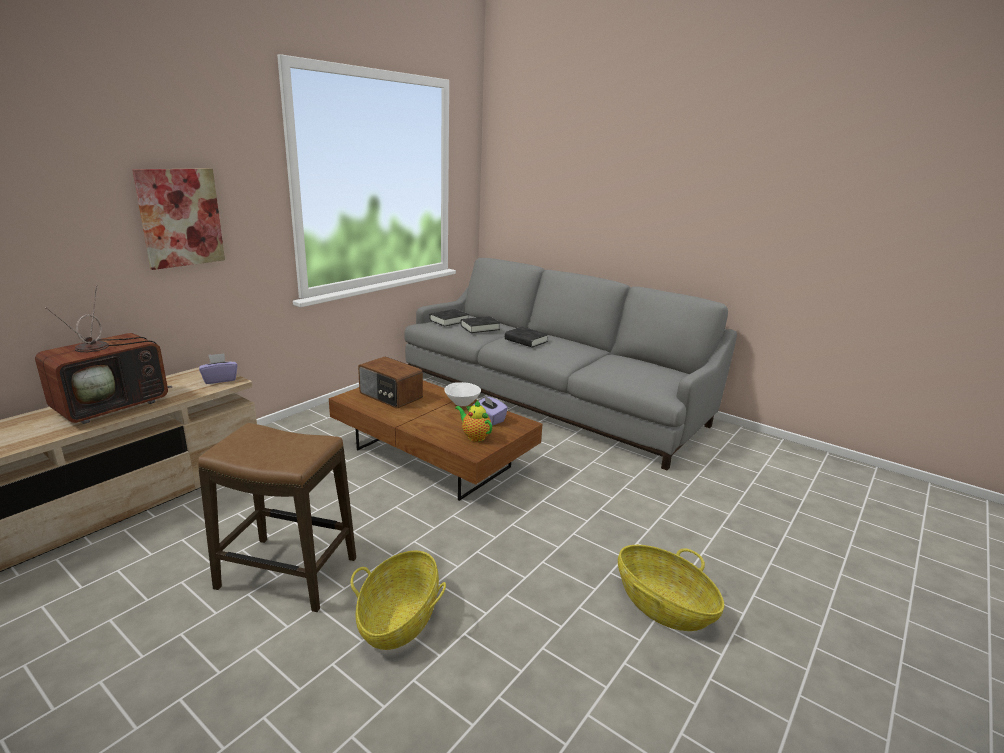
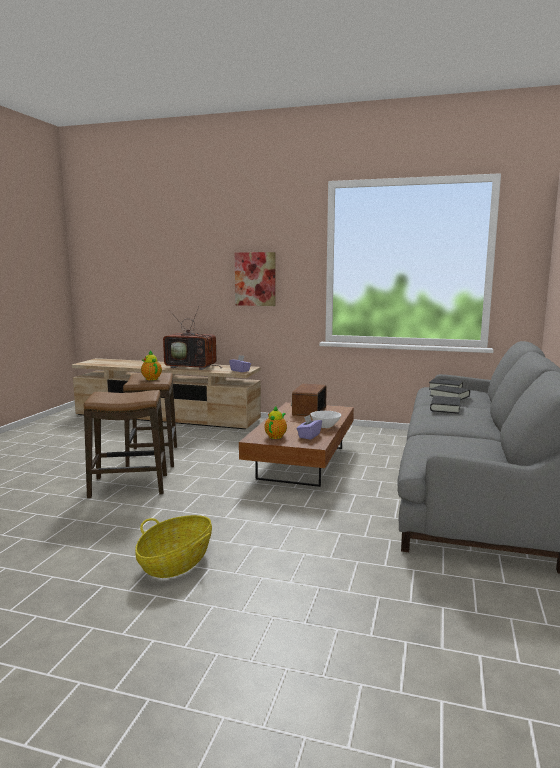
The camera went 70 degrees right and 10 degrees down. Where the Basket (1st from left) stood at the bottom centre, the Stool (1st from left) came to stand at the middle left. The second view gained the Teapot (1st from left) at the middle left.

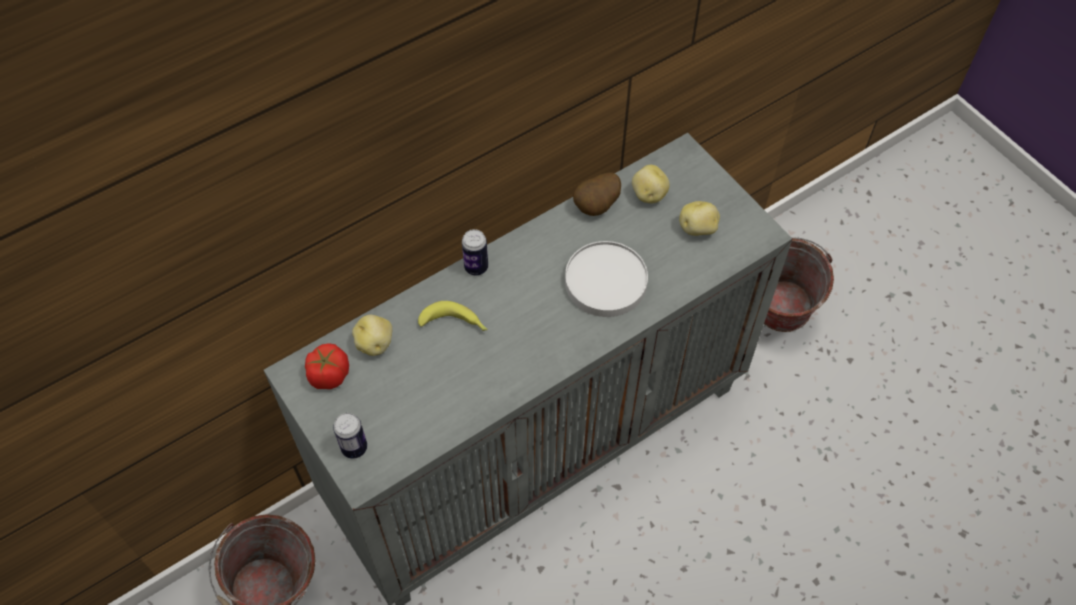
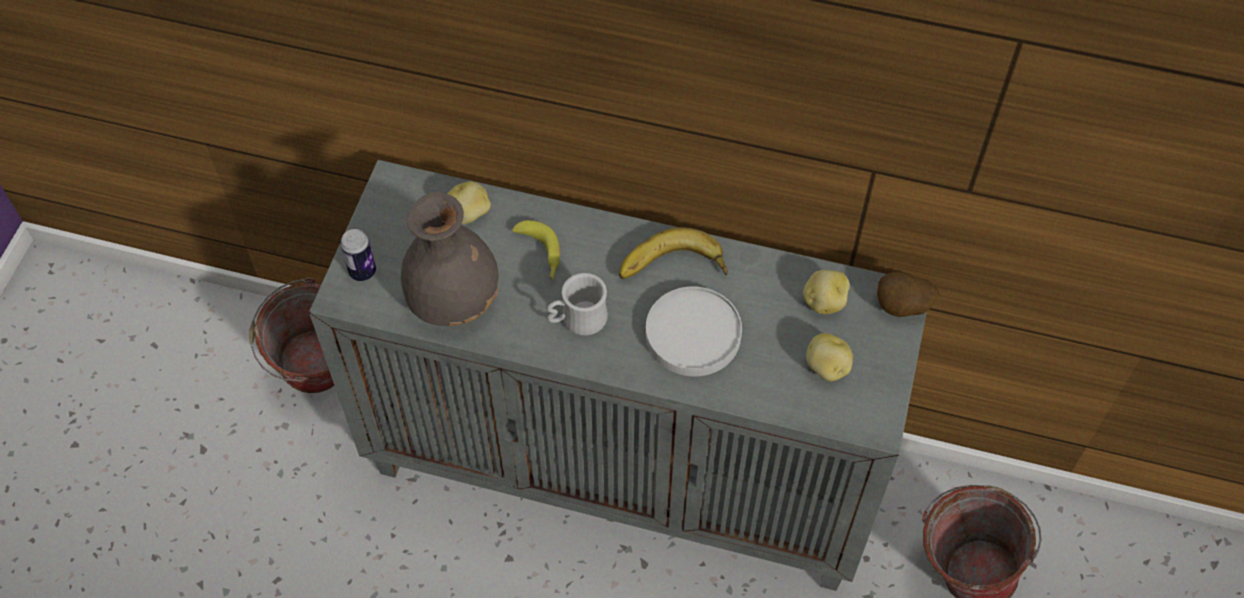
The camera went 50 degrees right and 0 degrees up. The second view lost the Tomato at the middle left. The second view lost the Can (2nd from left) at the centre. The Potato (2nd from left in the first image) ended up elsewhere, having gone from the top centre to the middle right. The second view gained the GreyVase at the centre. The second view gained the WhiteMug at the centre. The second view gained the Banana (2nd from left) at the centre.

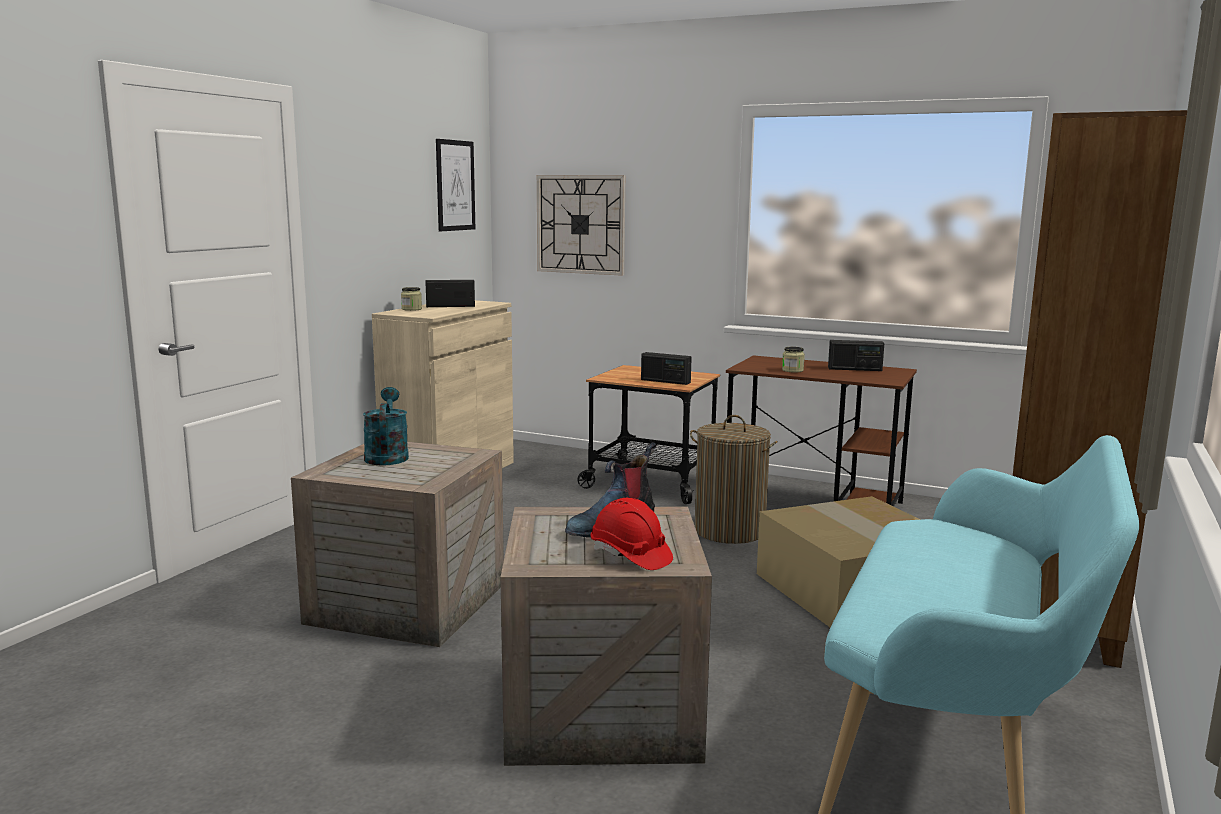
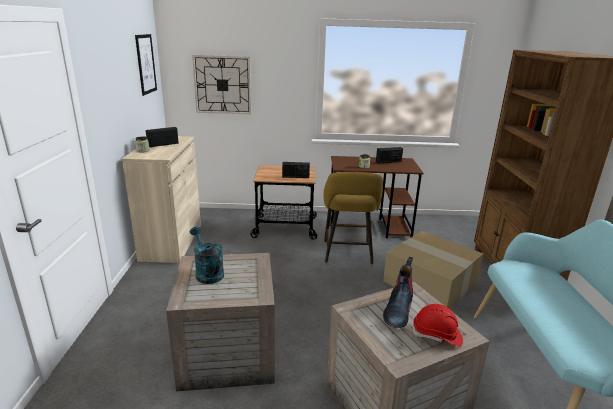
The camera went 25 degrees left and 10 degrees up. Where the LaundryBasket stood at the centre, the YellowStool came to stand at the centre.

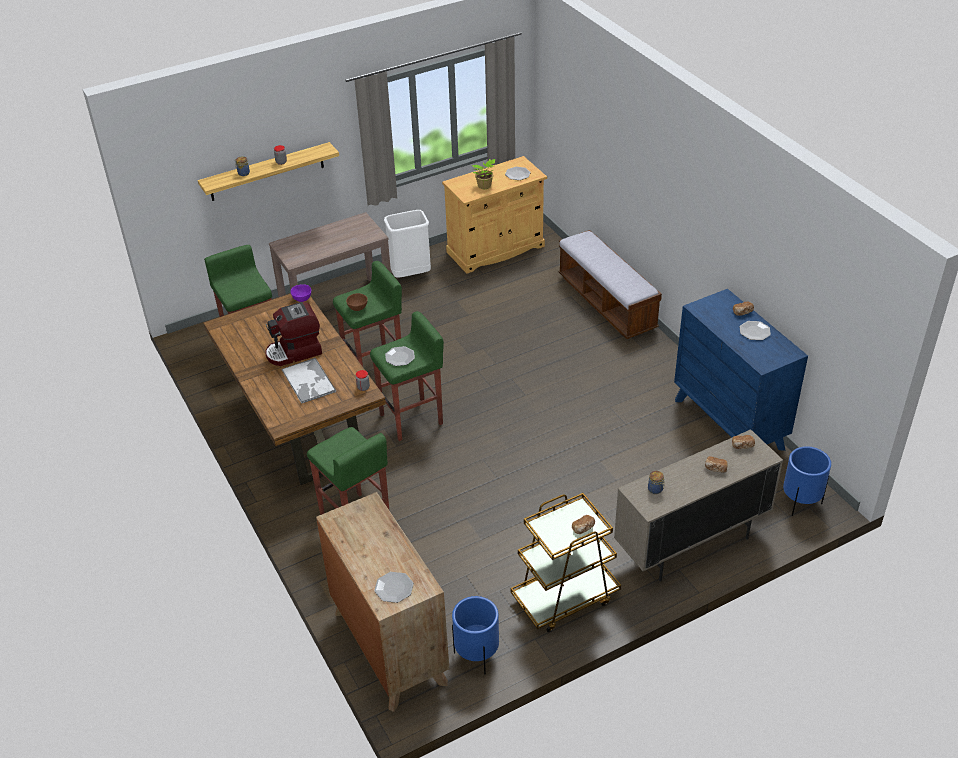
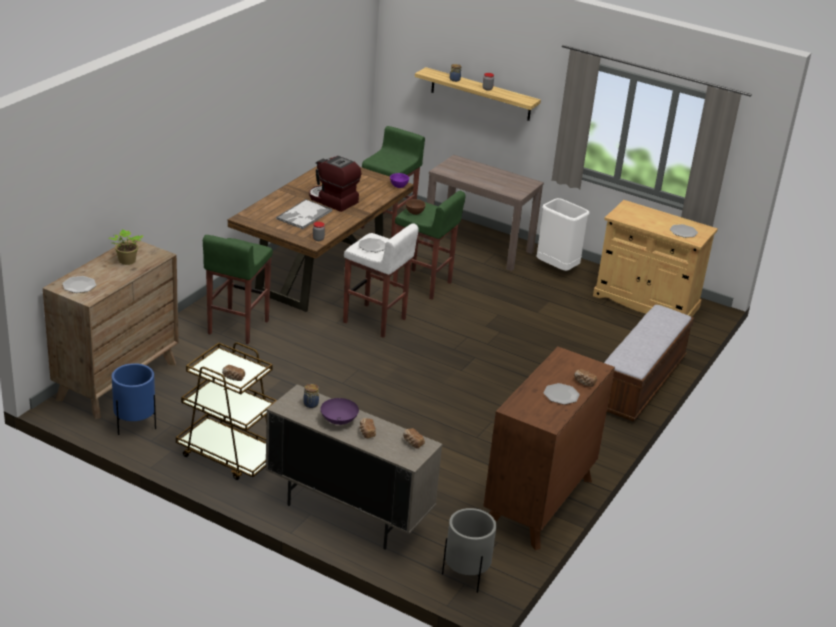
The camera went 55 degrees right and 10 degrees down. What was the GreenStool (4th from left) at the centre turned into the WhiteStool at the centre. The PottedPlant ended up elsewhere, having gone from the top centre to the middle left. What was the BlueDresser at the middle right turned into the BrownDresser (2nd from left) at the bottom centre. What was the BluePlanter (2nd from left) at the middle right turned into the GreyPlanter at the bottom centre. The second view gained the PurpleBowl (1st from left) at the centre.

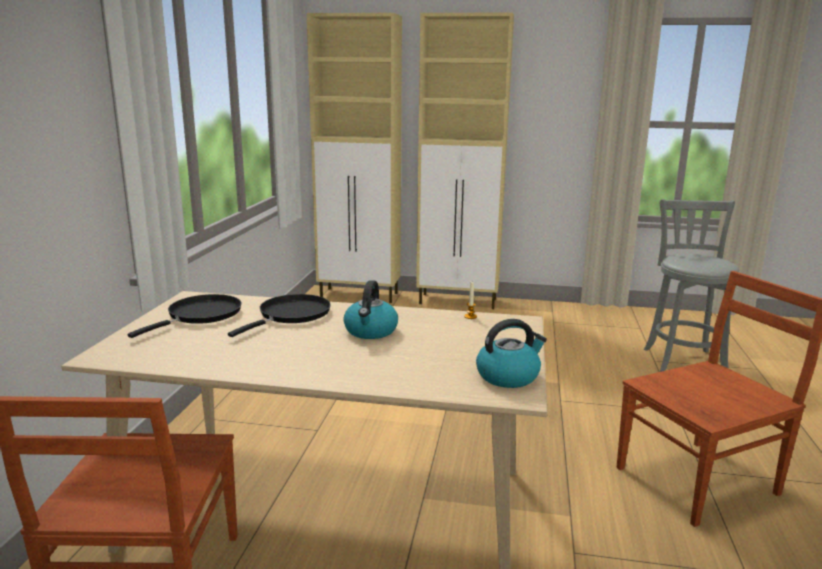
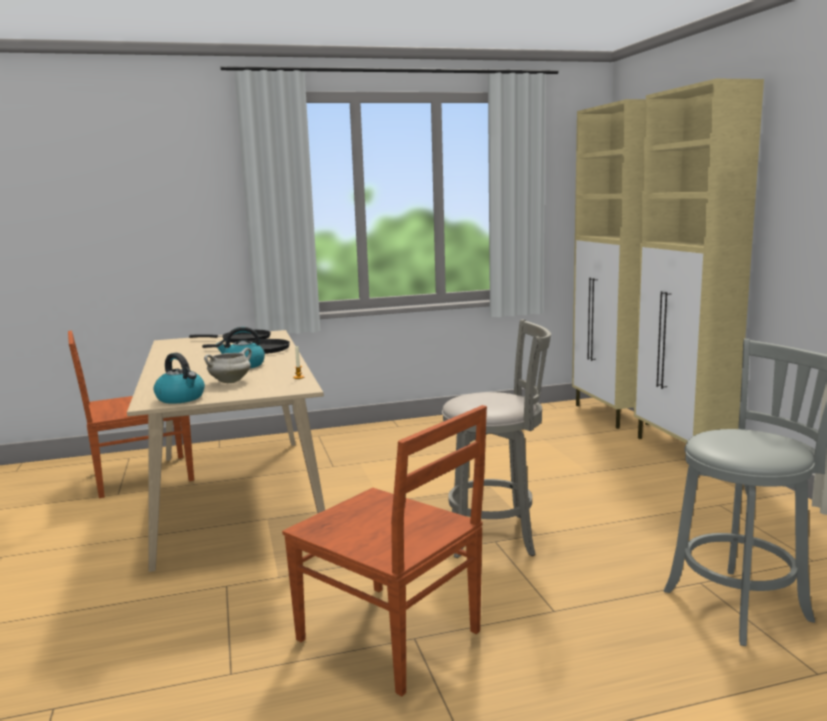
The camera went 65 degrees right and 5 degrees down. The second view gained the WhiteCookingPot at the middle left. The second view gained the GreyStool (1st from left) at the centre.

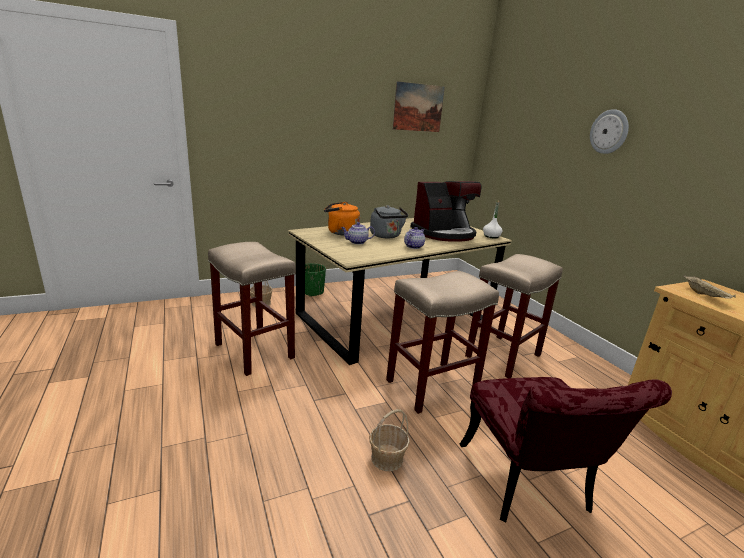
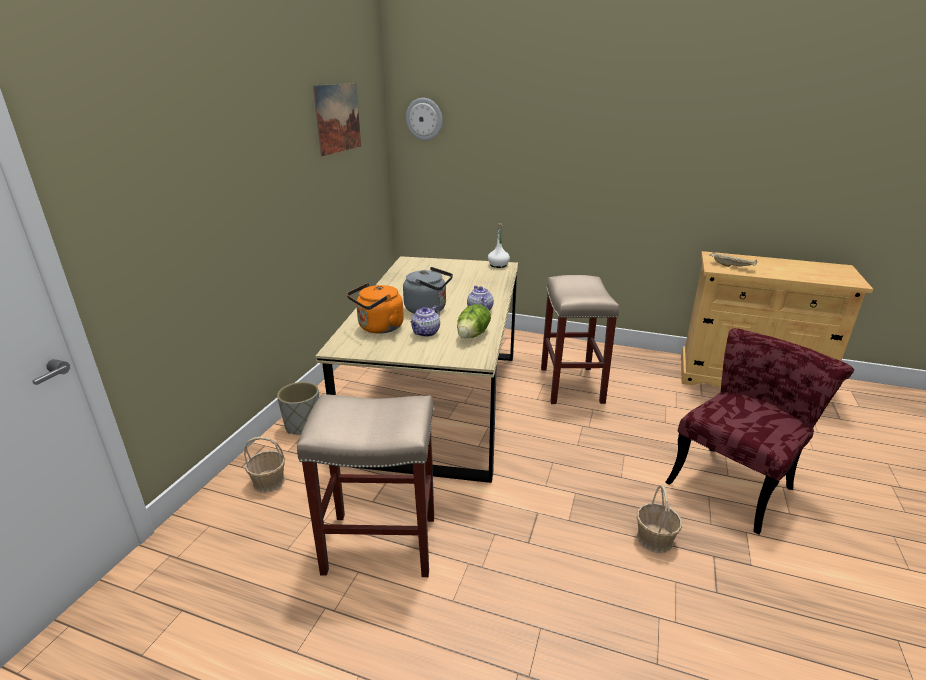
The camera went 45 degrees left and 5 degrees up. What was the GreenPlanter at the centre turned into the GreyPlanter at the middle left. The second view lost the BeigeStool (2nd from left) at the centre. The second view lost the CoffeeMachine at the centre. The RedChair at the bottom right ended up facing another way, 75 degrees counterclockwise from before. The WallClock ended up elsewhere, having gone from the top right to the top centre. The second view gained the Lettuce at the centre.

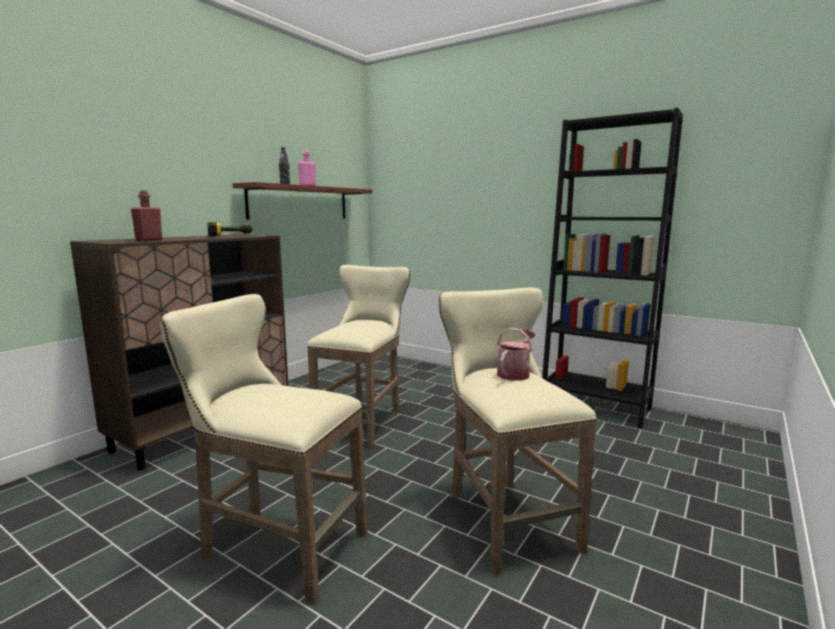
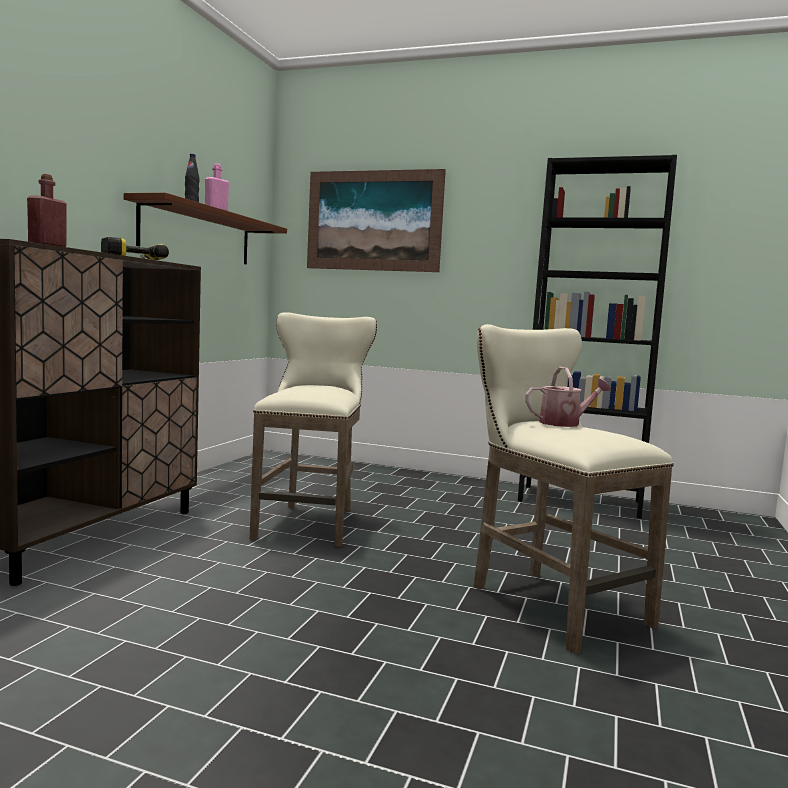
The camera went 15 degrees left and 5 degrees down. The second view lost the BeigeStool (1st from left) at the bottom left. The WateringCan at the centre ended up facing another way, 60 degrees clockwise from before. The second view gained the Picture at the top centre.

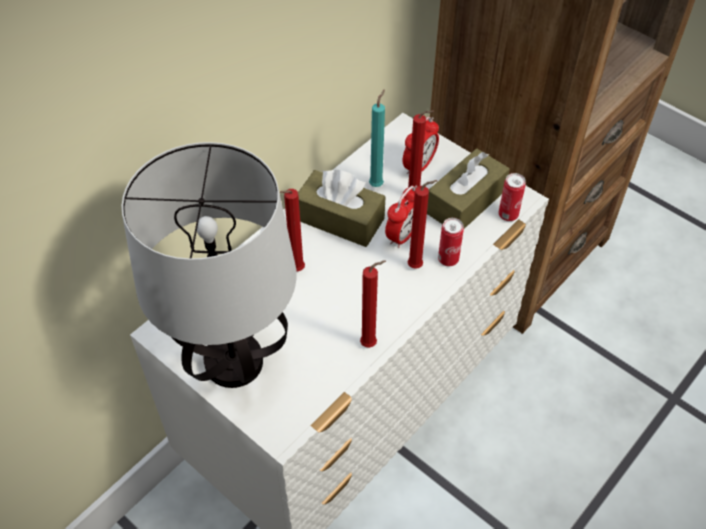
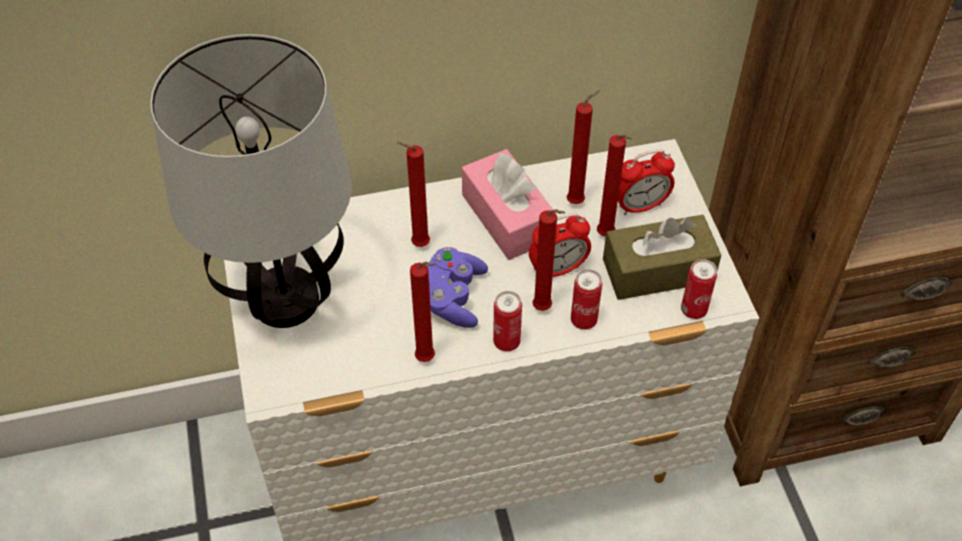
The camera went 35 degrees right and 0 degrees up. What was the BrownTissueBox (1st from left) at the centre turned into the PinkTissueBox at the centre. What was the TurquoiseCandle at the top centre turned into the RedCandle (4th from left) at the top centre. The second view gained the PurpleGameController at the centre. The second view gained the Can (1st from left) at the centre.

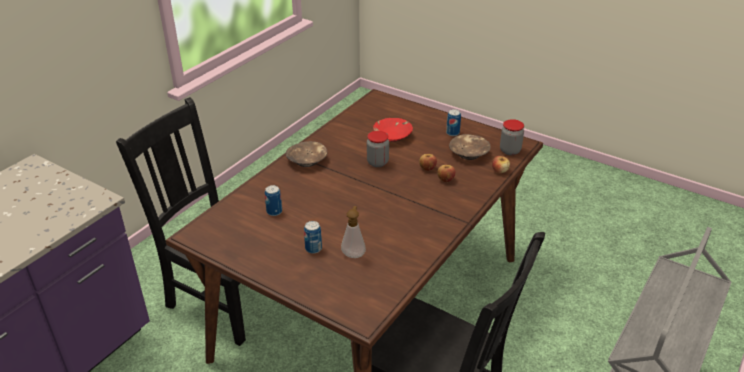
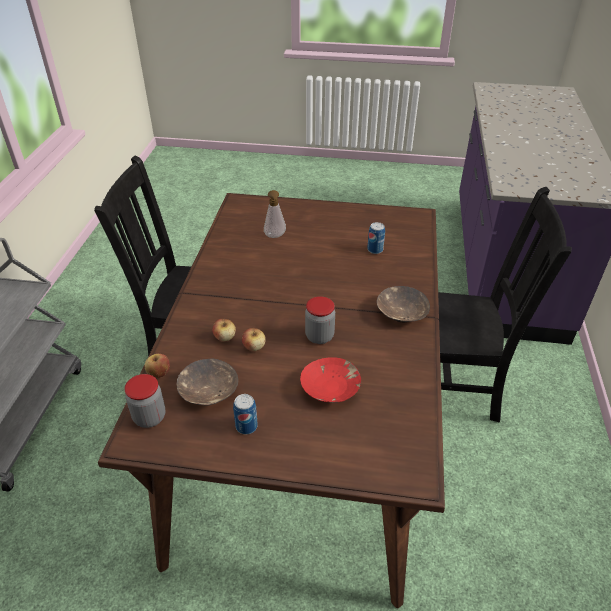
The camera went 155 degrees right and 5 degrees up. The second view lost the Can (2nd from left) at the centre.

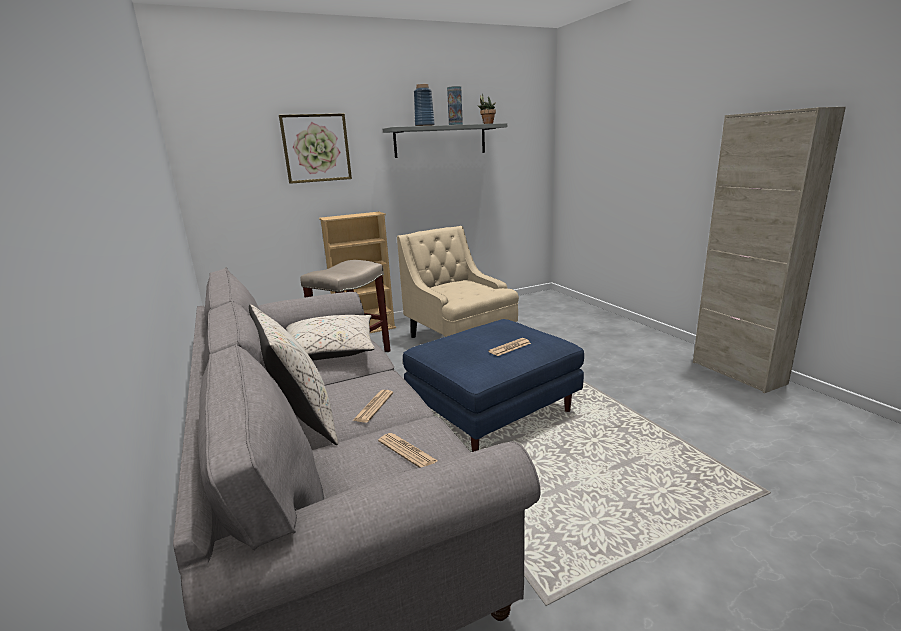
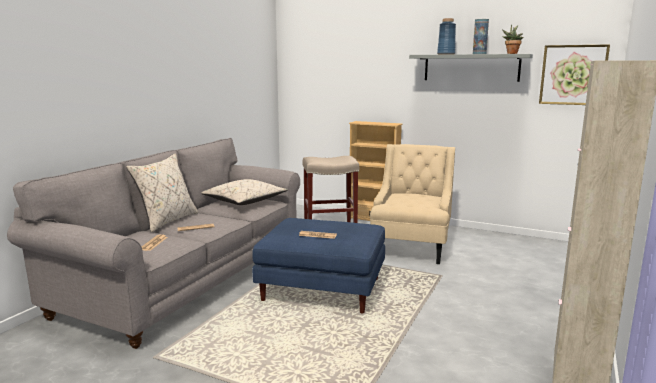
The camera went 50 degrees right and 5 degrees down. The Picture ended up elsewhere, having gone from the top centre to the top right.

